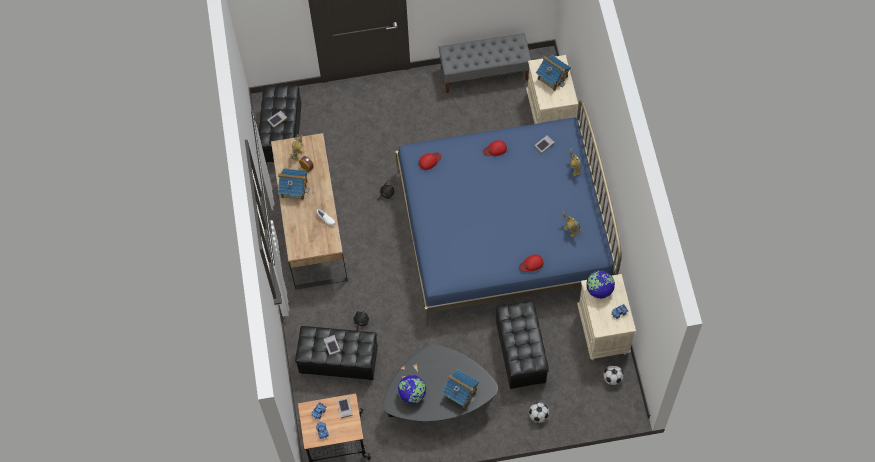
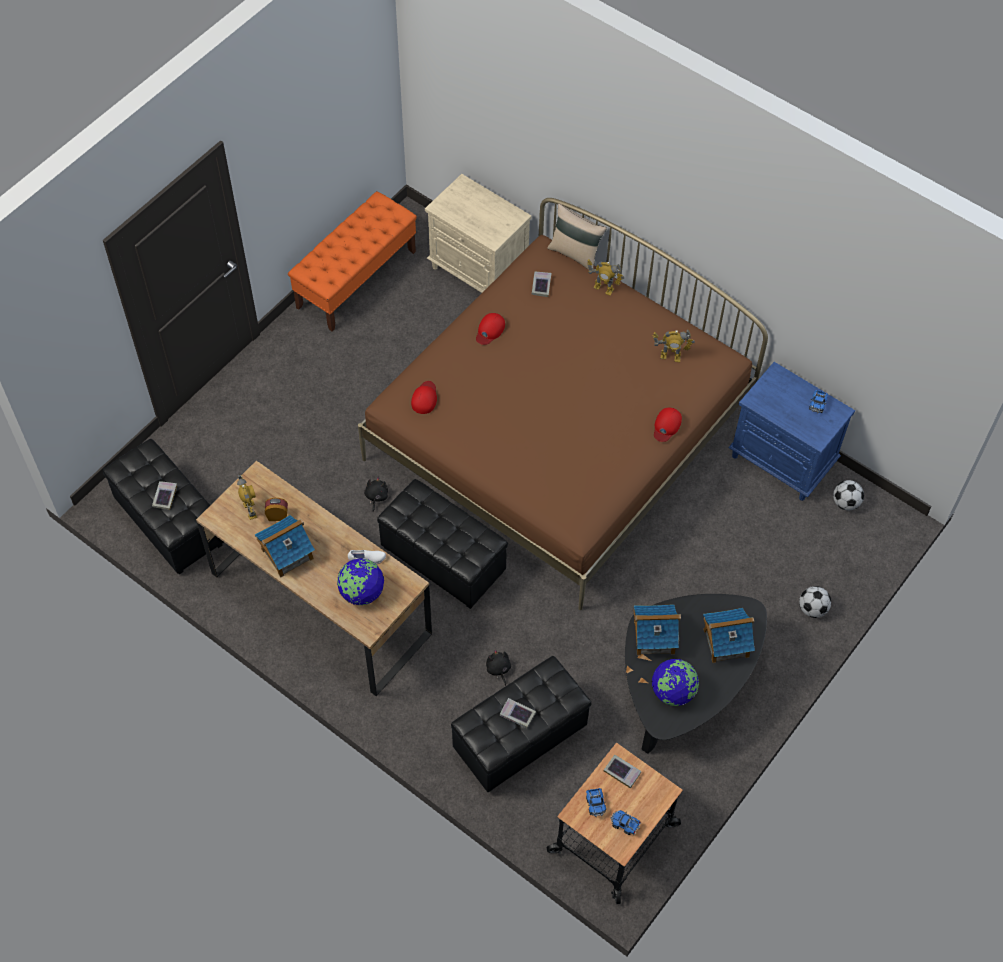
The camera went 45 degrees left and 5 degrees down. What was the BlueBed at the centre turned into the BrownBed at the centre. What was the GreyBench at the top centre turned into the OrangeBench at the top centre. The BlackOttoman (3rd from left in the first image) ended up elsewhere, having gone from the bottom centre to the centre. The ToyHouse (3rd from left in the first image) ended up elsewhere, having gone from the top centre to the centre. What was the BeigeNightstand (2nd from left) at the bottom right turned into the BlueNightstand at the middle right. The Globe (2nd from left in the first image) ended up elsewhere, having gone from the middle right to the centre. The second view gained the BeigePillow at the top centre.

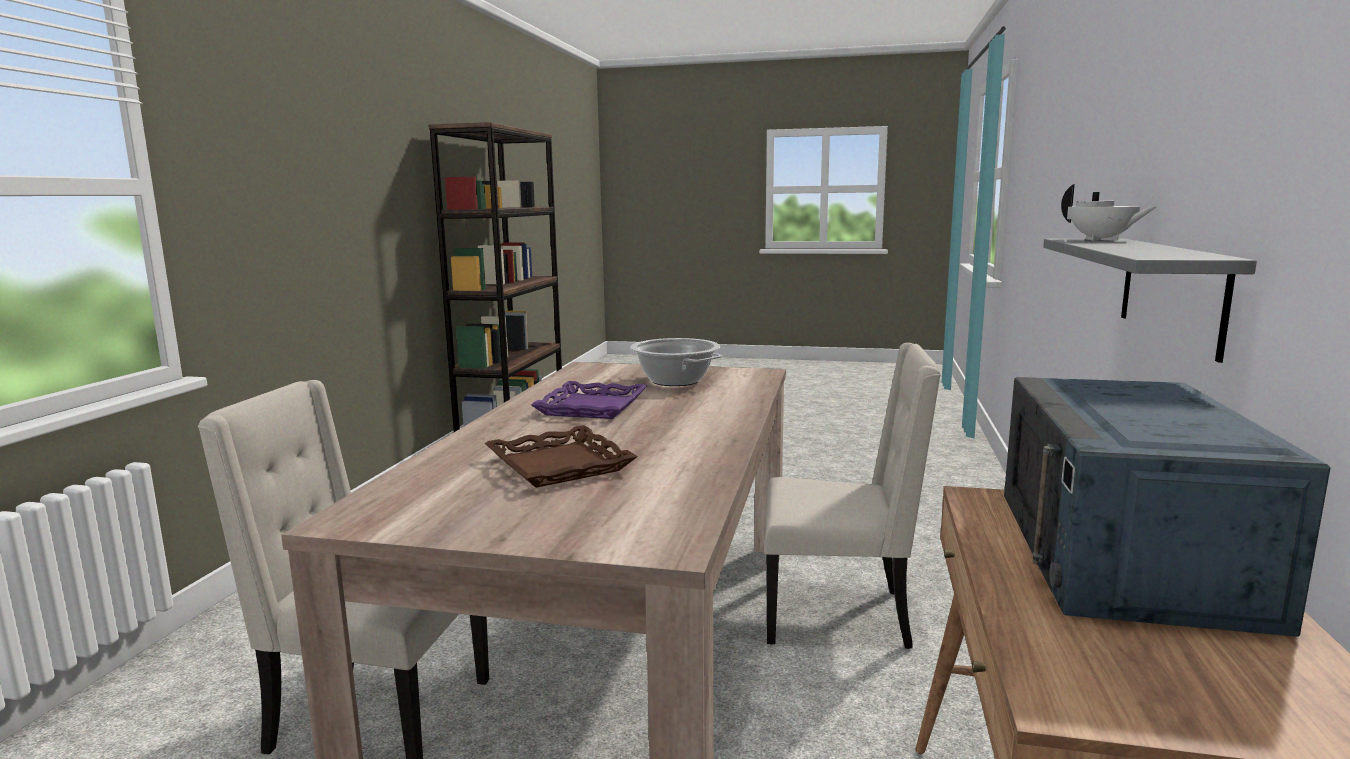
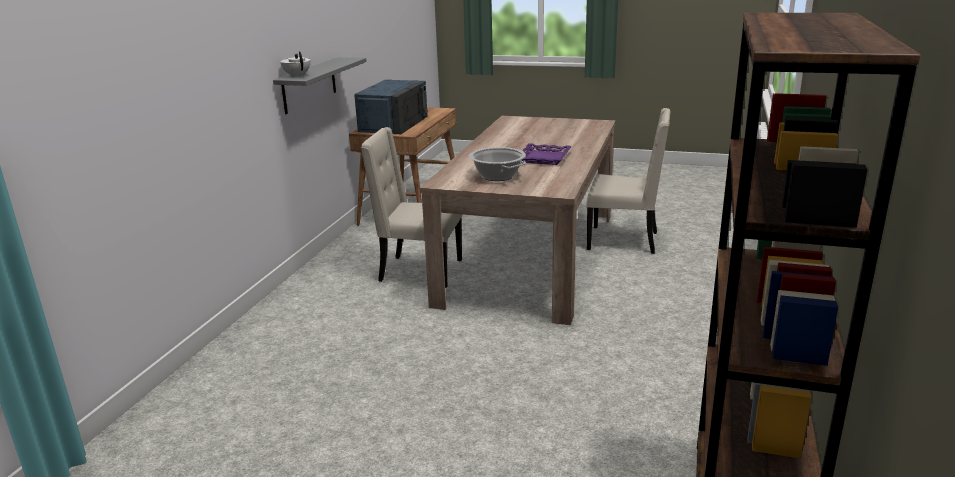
The camera went 175 degrees left and 10 degrees up. The second view lost the BrownTray at the centre.

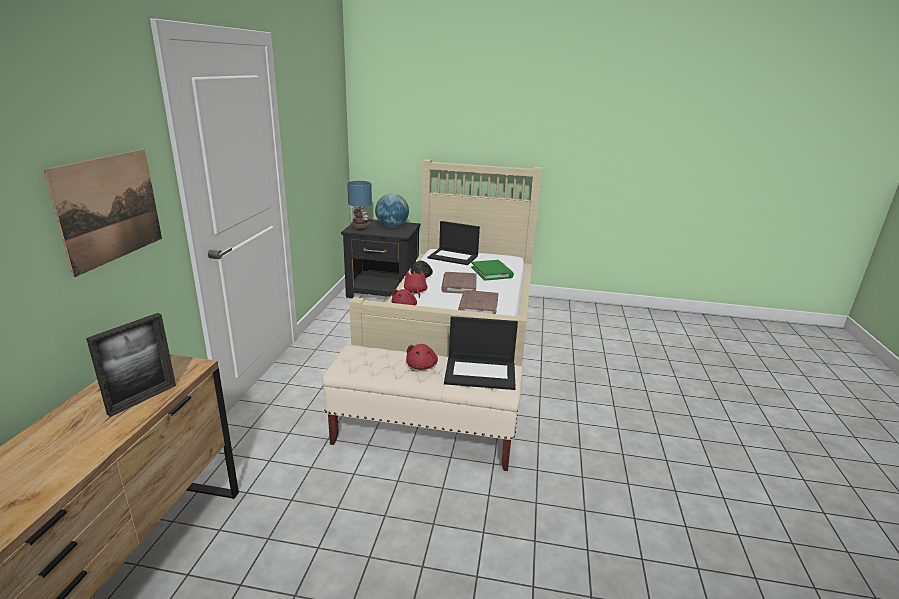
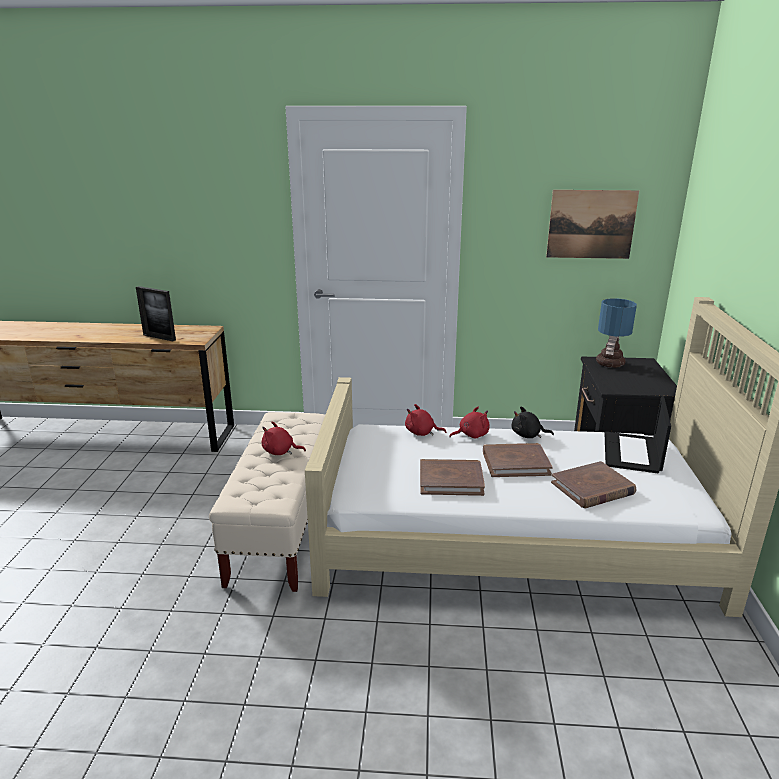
The camera went 85 degrees right and 0 degrees up. The Picture ended up elsewhere, having gone from the middle left to the top right. The second view lost the Globe at the centre. The second view lost the Laptop (2nd from left) at the centre. What was the GreenBook at the centre turned into the BrownBook (3rd from left) at the middle right.

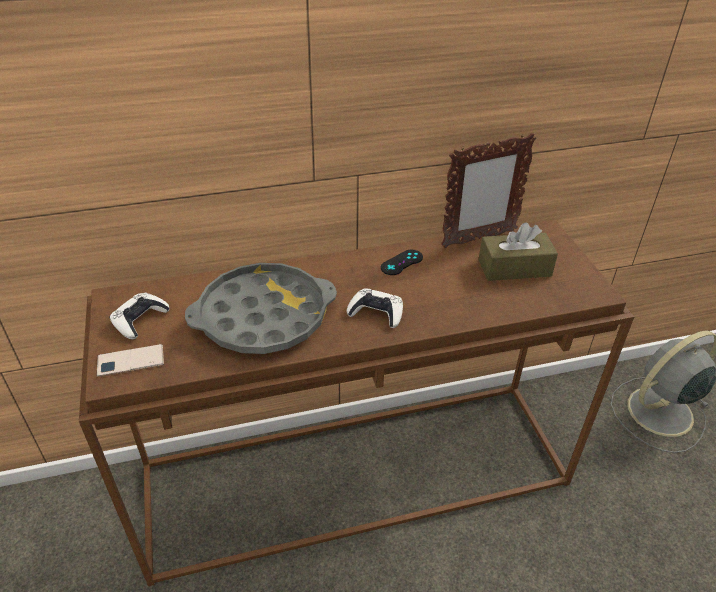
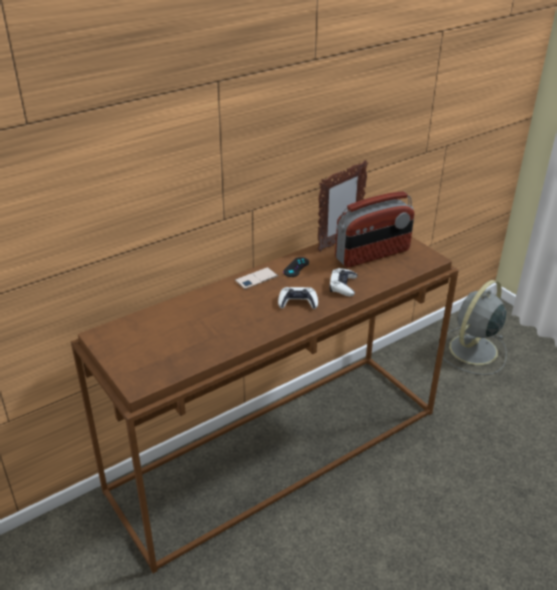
The camera went 20 degrees left and 5 degrees down. The Phone ended up elsewhere, having gone from the middle left to the centre. The WhiteGameController (1st from left in the first image) ended up elsewhere, having gone from the middle left to the centre. The second view lost the GreyTray at the centre. Where the BrownTissueBox stood at the middle right, the Radio came to stand at the middle right.

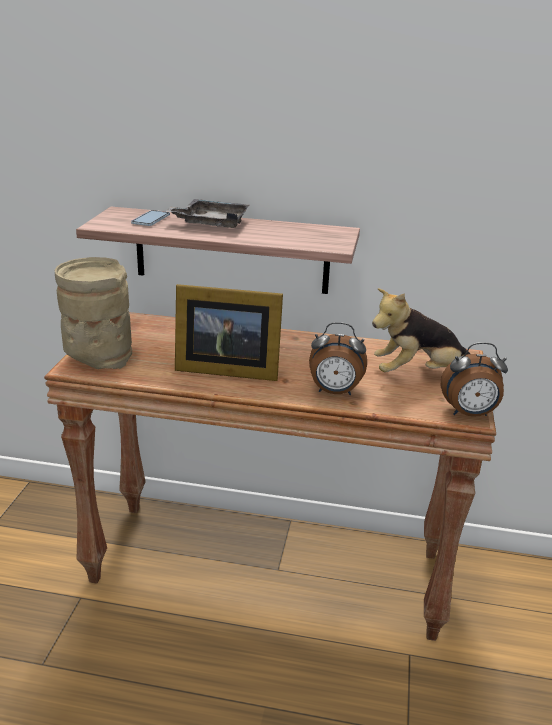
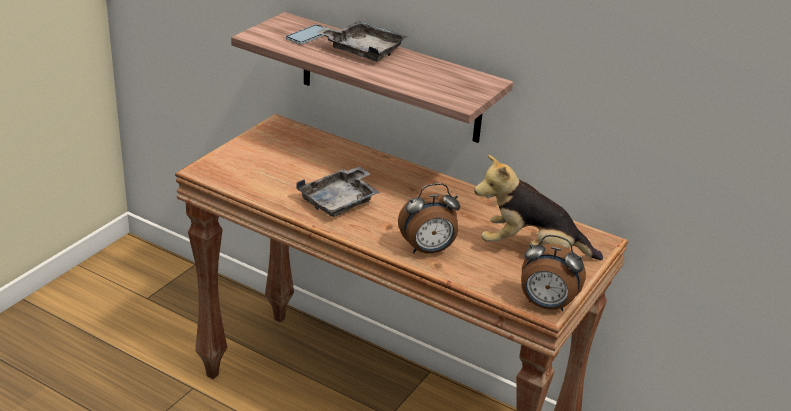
The camera went 20 degrees right and 5 degrees up. The second view lost the BeigeVase at the middle left. Where the PictureFrame stood at the centre, the GreyTray (1st from left) came to stand at the centre. The AlarmClock (1st from left) at the centre ended up facing another way, 45 degrees counterclockwise from before.

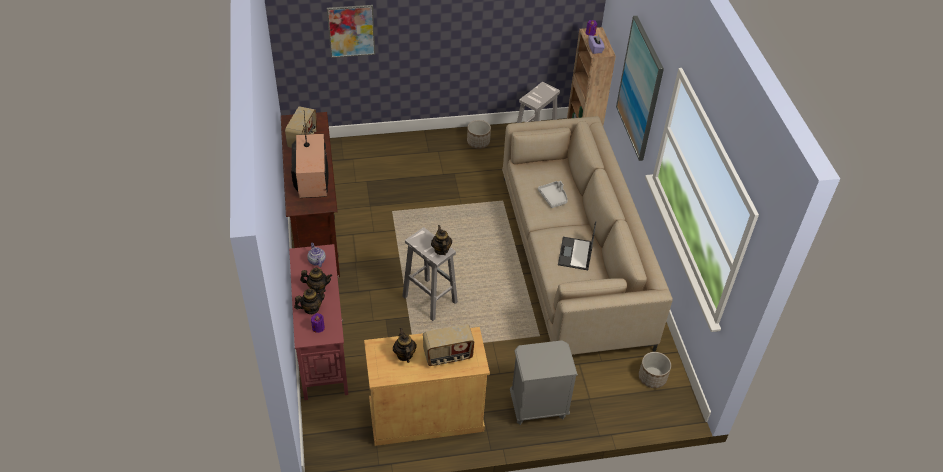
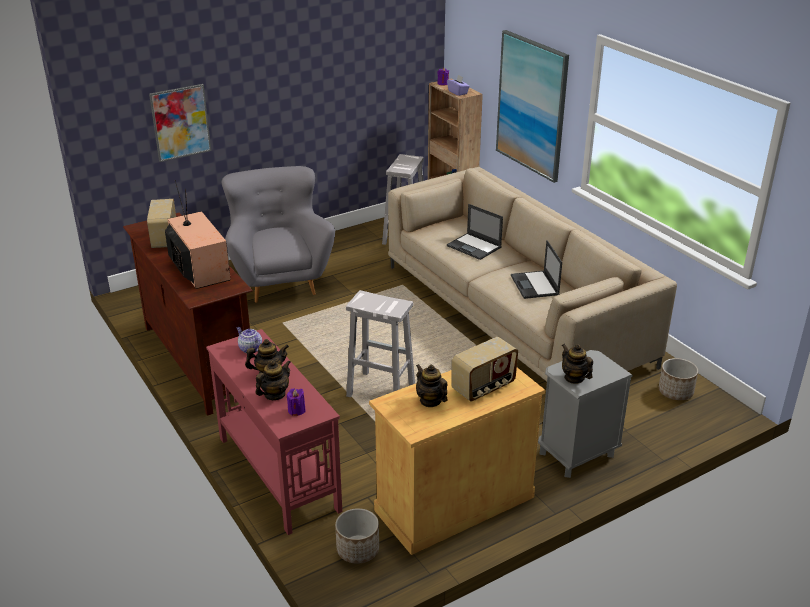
The camera went 20 degrees left and 15 degrees down. The Teapot (5th from left) ended up elsewhere, having gone from the centre to the middle right. The Planter (1st from left) ended up elsewhere, having gone from the top centre to the bottom centre. Where the GreyTray stood at the centre, the Laptop (1st from left) came to stand at the centre. The second view gained the GreyArmchair at the centre.

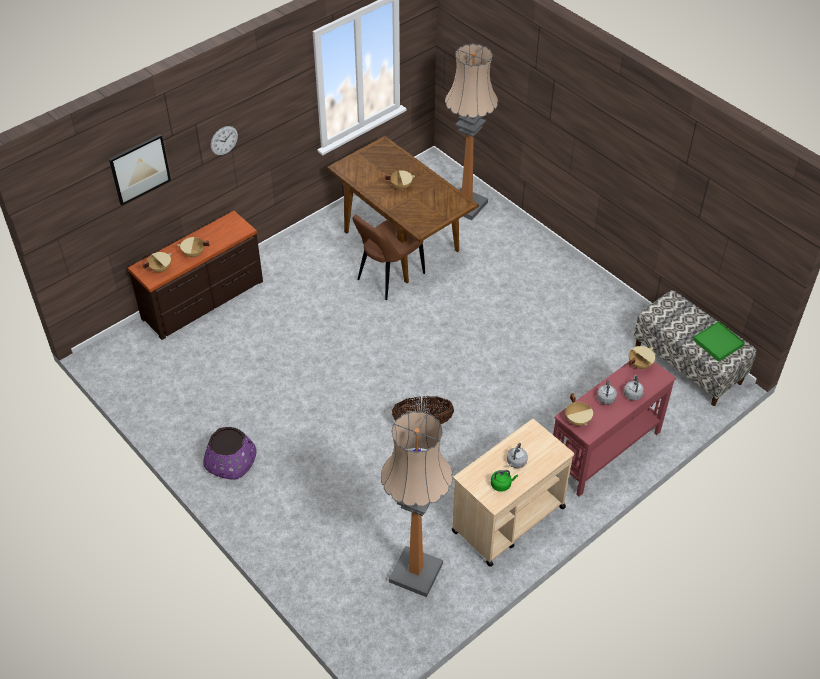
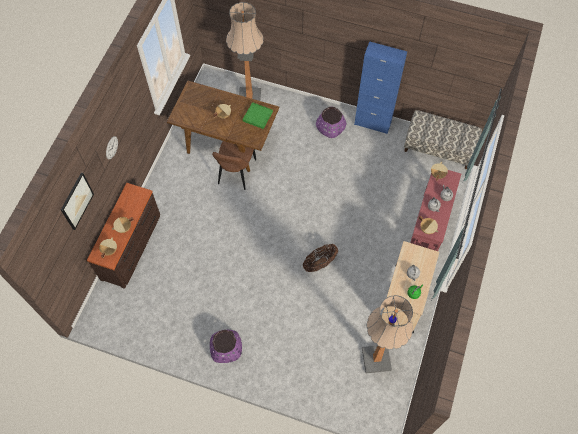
The camera went 30 degrees left and 15 degrees up. The GreenTray ended up elsewhere, having gone from the middle right to the top centre. The second view gained the PurplePlanter (2nd from left) at the top centre. The second view gained the BlueCabinet at the top centre.

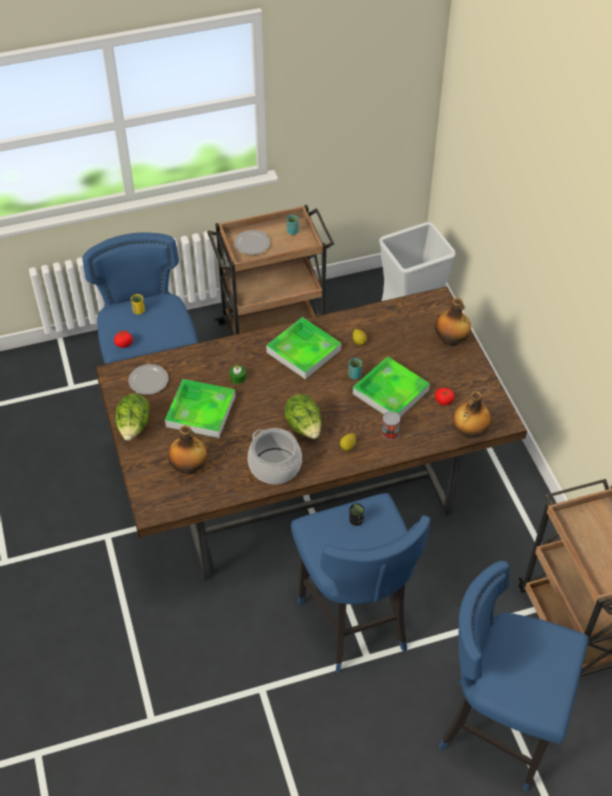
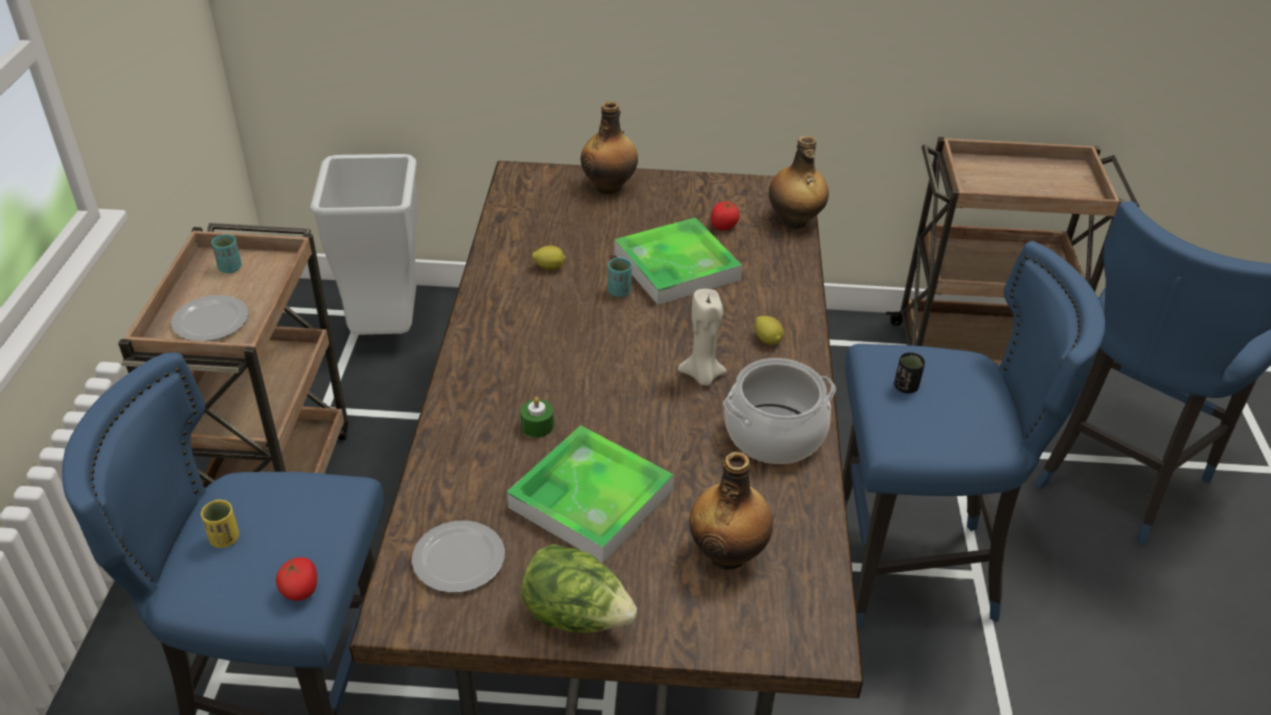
The camera went 70 degrees left and 10 degrees down. The second view lost the Tray (2nd from left) at the centre. Where the Lettuce (2nd from left) stood at the centre, the BeigeCandle came to stand at the centre. The second view lost the Can at the centre.

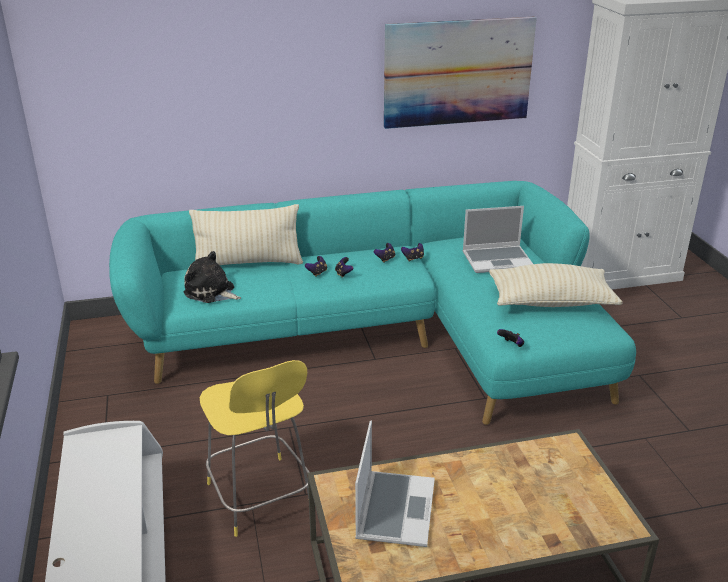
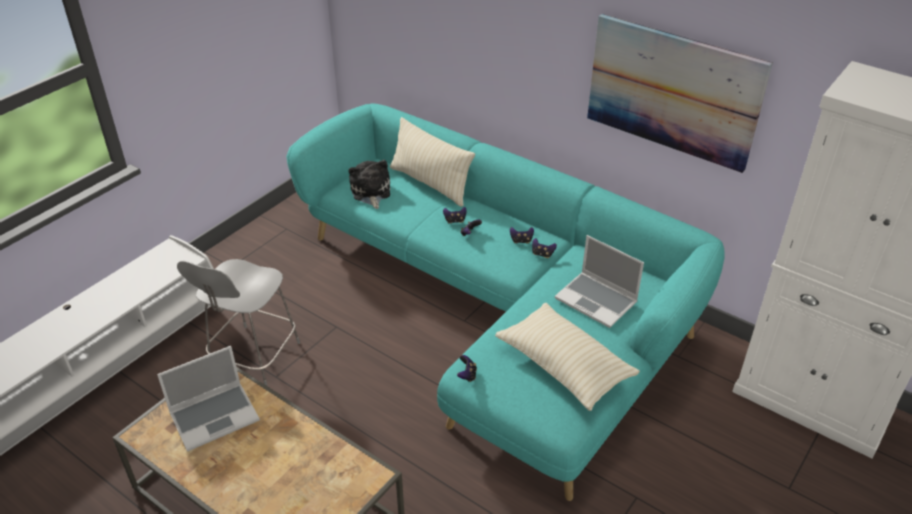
The camera went 50 degrees right and 10 degrees up. What was the YellowStool at the bottom centre turned into the GreyStool at the middle left.

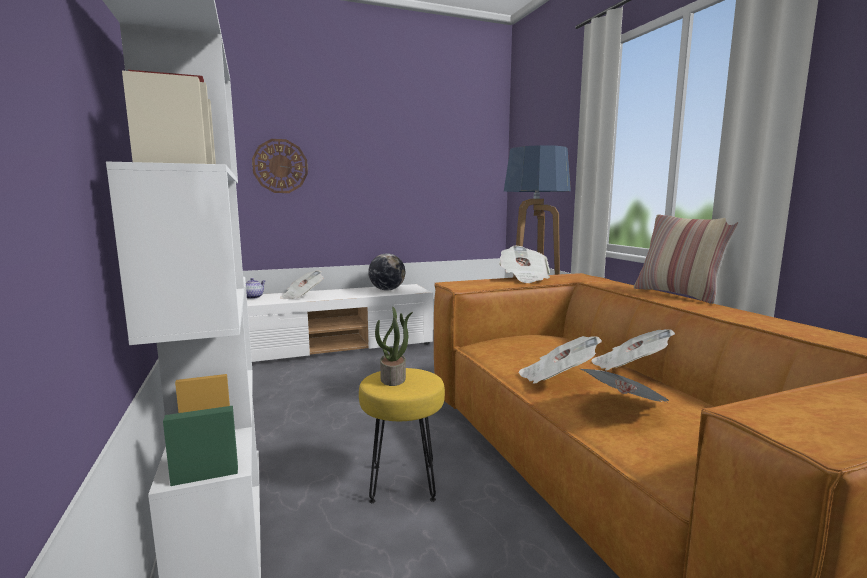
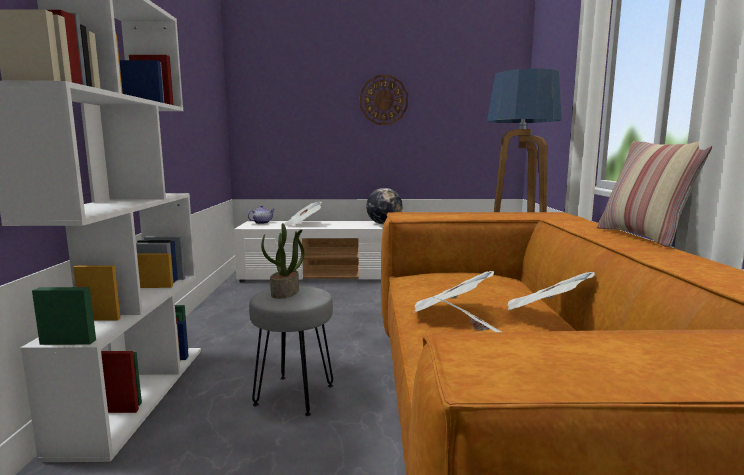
The camera went 20 degrees right and 0 degrees up. The WallClock ended up elsewhere, having gone from the top left to the top centre. What was the YellowStool at the bottom centre turned into the GreyStool at the bottom centre. The second view lost the Newspaper (2nd from left) at the centre.

